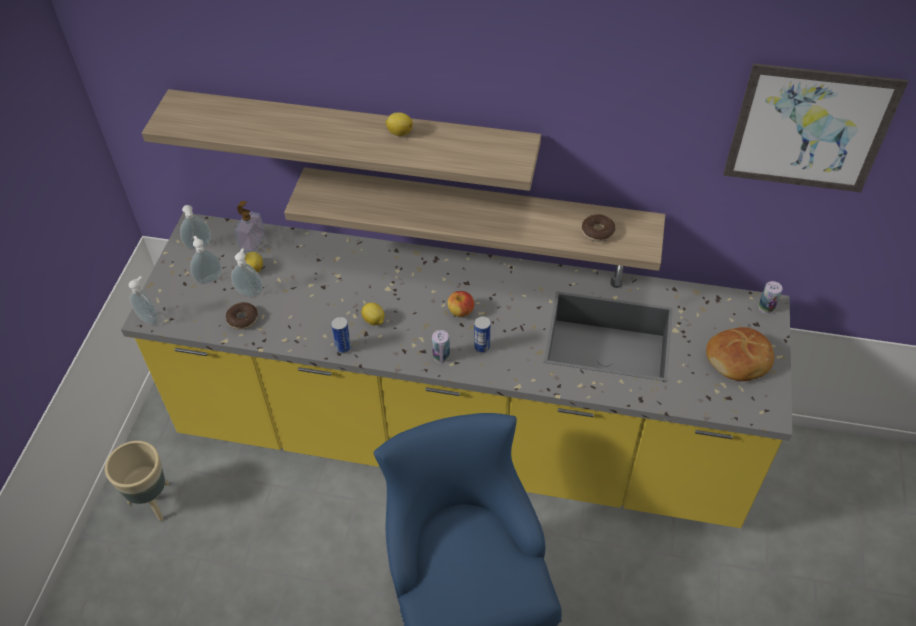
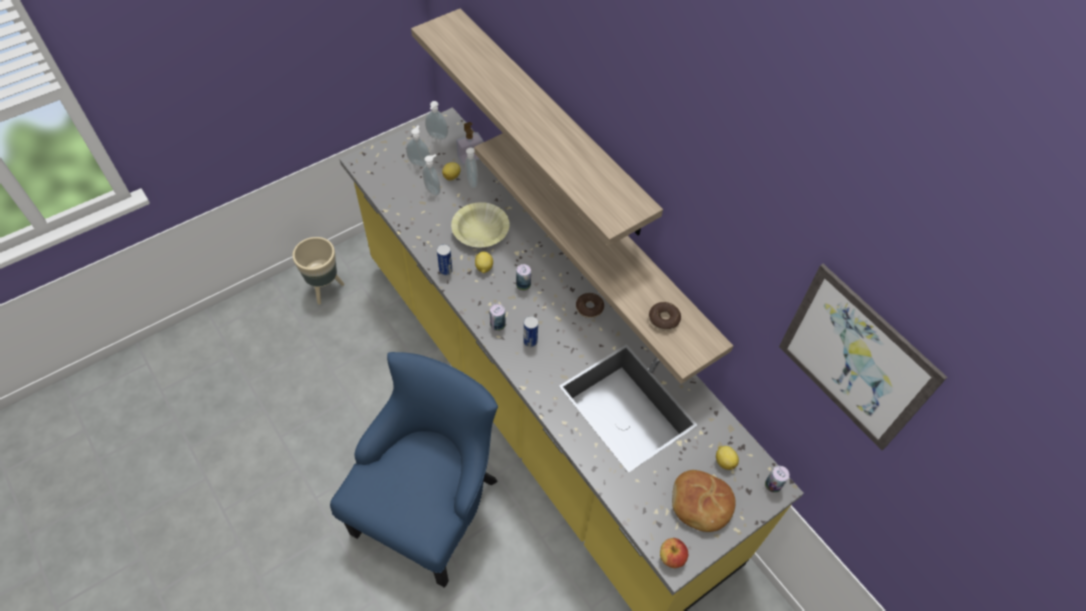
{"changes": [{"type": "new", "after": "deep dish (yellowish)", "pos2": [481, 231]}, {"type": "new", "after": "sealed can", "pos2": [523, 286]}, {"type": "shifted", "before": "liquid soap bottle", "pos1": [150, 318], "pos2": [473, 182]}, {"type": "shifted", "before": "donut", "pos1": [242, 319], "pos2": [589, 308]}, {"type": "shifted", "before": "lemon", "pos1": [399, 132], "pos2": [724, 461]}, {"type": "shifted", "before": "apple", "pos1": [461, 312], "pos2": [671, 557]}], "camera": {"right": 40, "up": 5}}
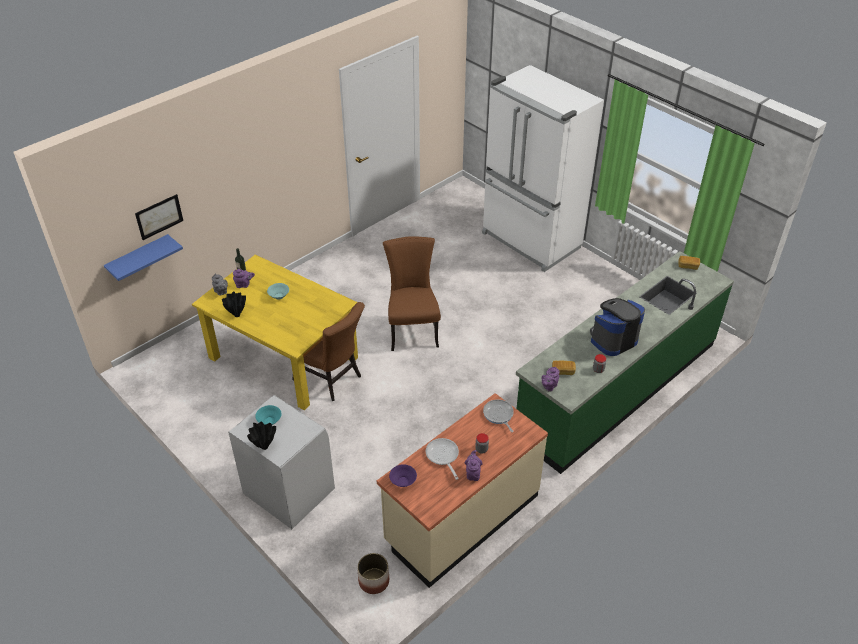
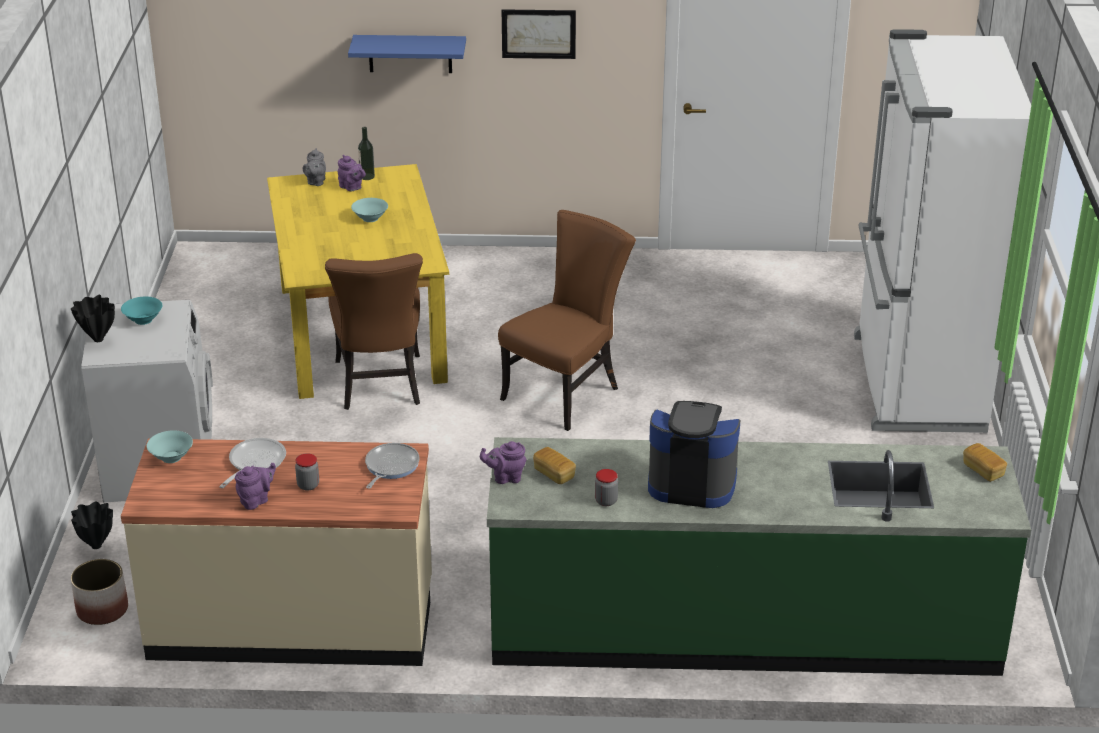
{"changes": [{"type": "shifted", "before": "bracket shelf (bluish)", "pos1": [139, 259], "pos2": [410, 53]}, {"type": "shifted", "before": "wall picture", "pos1": [159, 216], "pos2": [538, 33]}, {"type": "shifted", "before": "vase (black-coloured)", "pos1": [237, 315], "pos2": [97, 545]}, {"type": "repainted", "before": "deep dish (purplish)", "after": "deep dish (turquoise)", "pos1": [403, 482], "pos2": [171, 457]}], "camera": {"right": 45, "up": -10}}
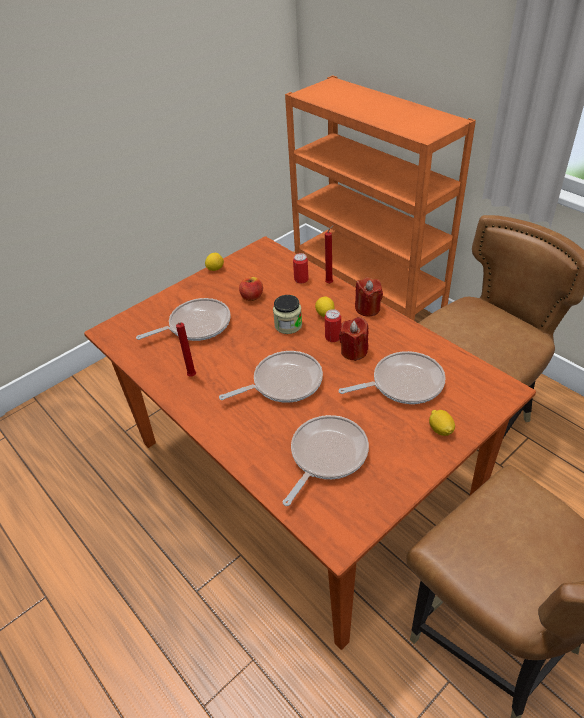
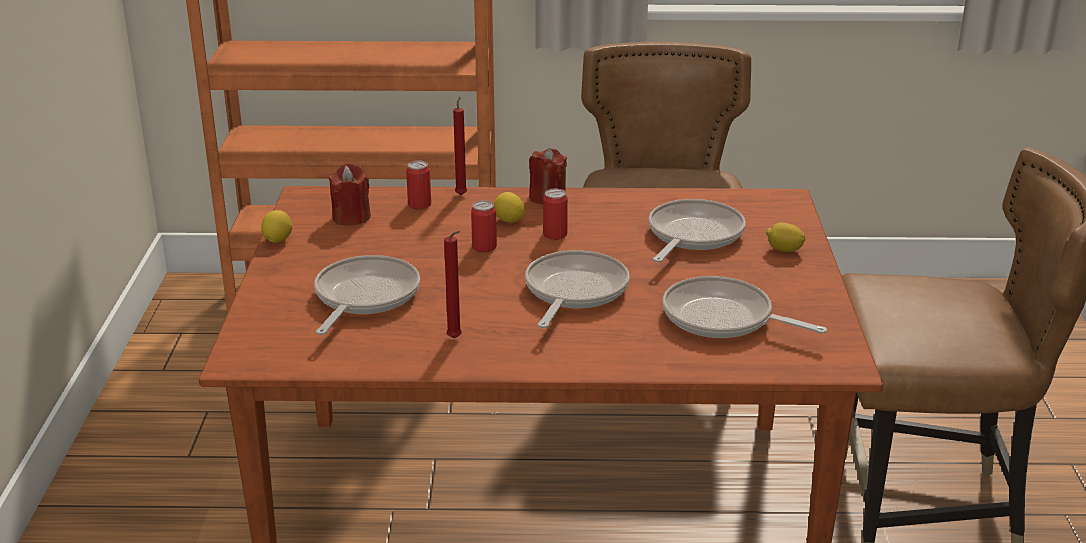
{"changes": [{"type": "gone", "before": "apple", "pos1": [252, 297]}, {"type": "shifted", "before": "wax candle (red)", "pos1": [354, 351], "pos2": [351, 217]}, {"type": "swapped", "before": "preserve jar", "after": "sealed can", "pos1": [288, 325], "pos2": [484, 247]}, {"type": "rotated", "before": "frying pan", "pos1": [326, 456], "pos2": [723, 318], "turn": -45}], "camera": {"right": -50, "up": -15}}
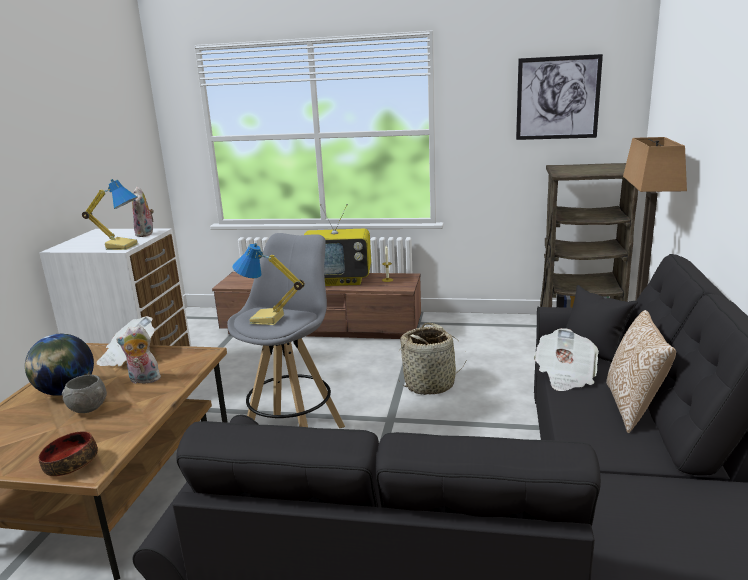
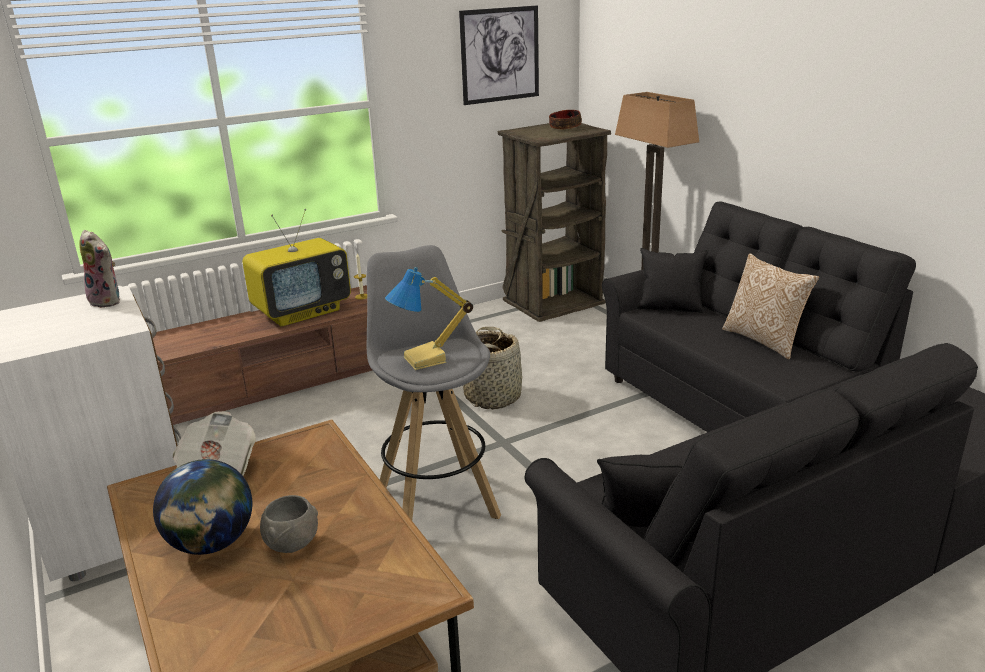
{"changes": [{"type": "gone", "before": "table lamp", "pos1": [122, 246]}, {"type": "gone", "before": "plush toy", "pos1": [143, 380]}, {"type": "gone", "before": "daily paper", "pos1": [565, 376]}, {"type": "shifted", "before": "deep dish", "pos1": [71, 463], "pos2": [564, 127]}], "camera": {"right": -40, "up": 5}}
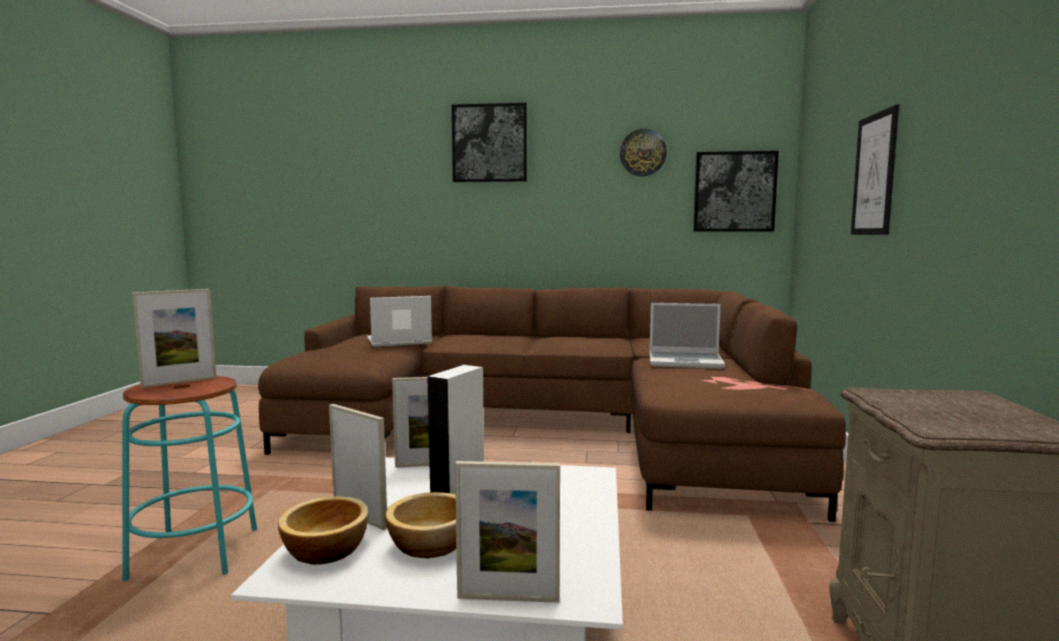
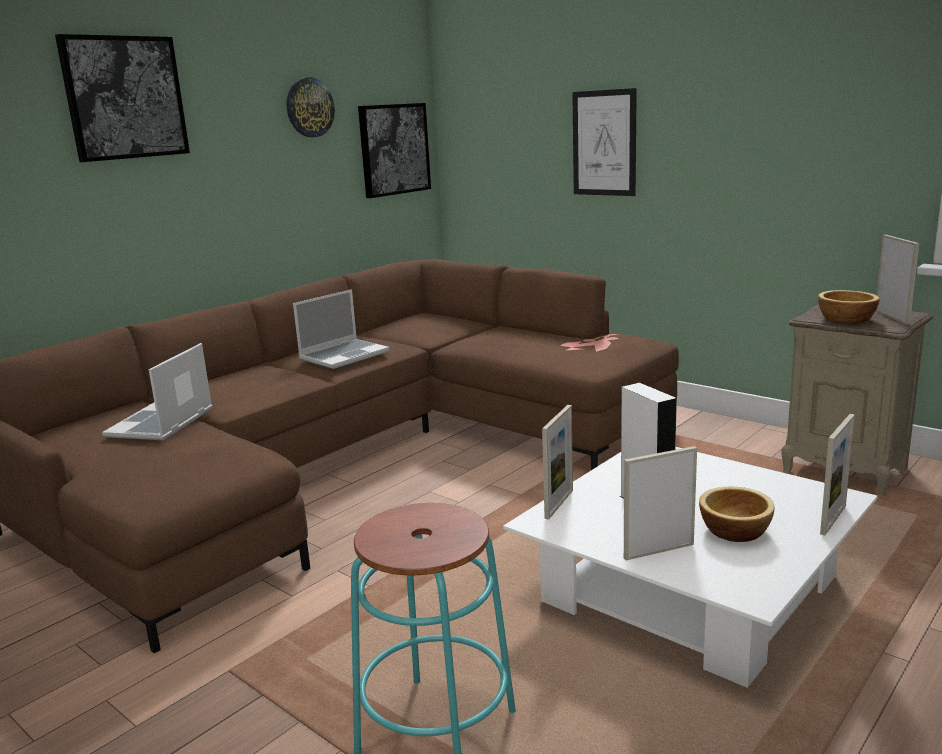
{"changes": [{"type": "shifted", "before": "picture frame", "pos1": [179, 382], "pos2": [891, 317]}, {"type": "shifted", "before": "deep dish", "pos1": [325, 549], "pos2": [845, 319]}, {"type": "shifted", "before": "portable computer", "pos1": [686, 362], "pos2": [344, 355]}], "camera": {"right": -55, "up": 10}}
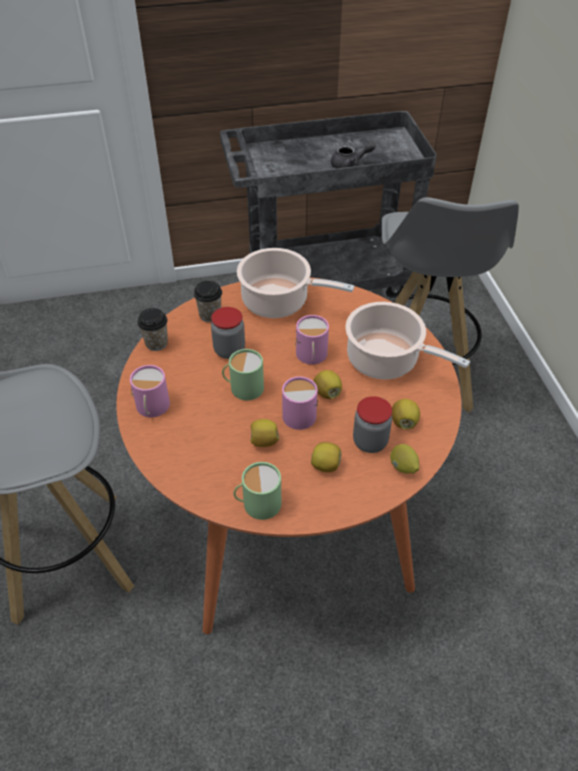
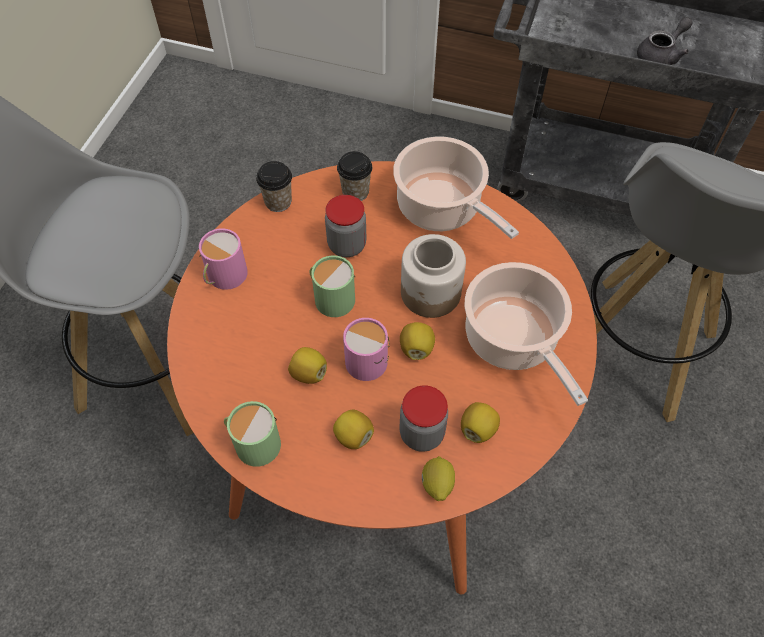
{"changes": [{"type": "swapped", "before": "coffee mug (pinkish)", "after": "preserve jar", "pos1": [311, 356], "pos2": [431, 293]}, {"type": "rotated", "before": "pot for tea (greyish)", "pos1": [350, 165], "pos2": [661, 56], "turn": -60}], "camera": {"right": 30, "up": 10}}
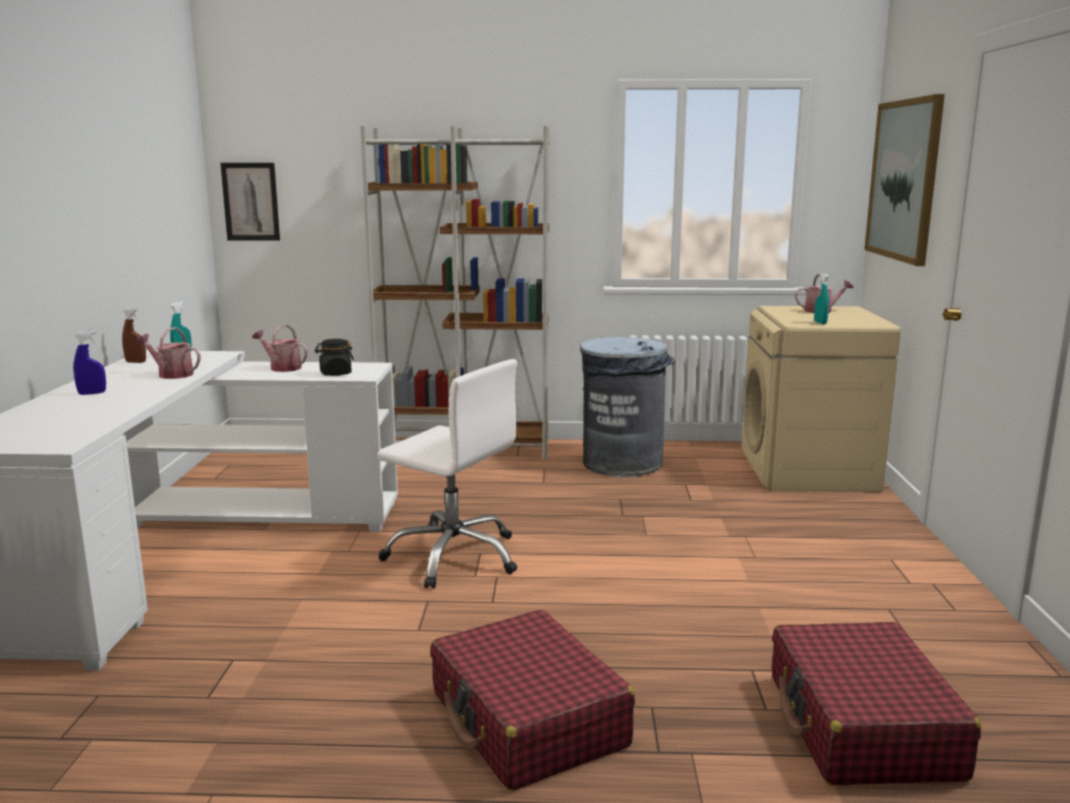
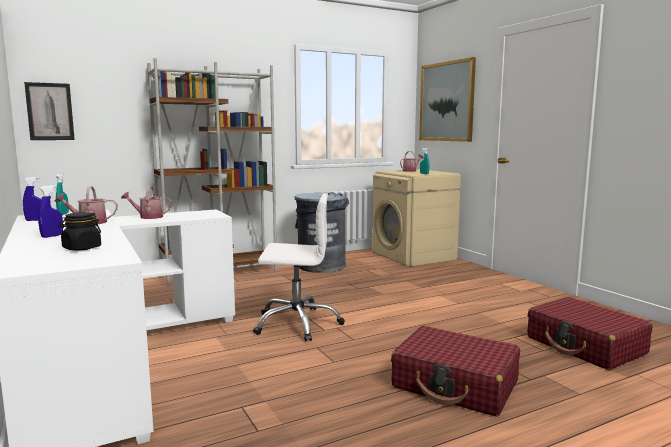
{"changes": [{"type": "shifted", "before": "preserve jar (black-coloured)", "pos1": [335, 373], "pos2": [81, 248]}, {"type": "repainted", "before": "sprayer (brown-coloured)", "after": "sprayer (bluish)", "pos1": [136, 362], "pos2": [35, 220]}], "camera": {"right": -30, "up": -5}}
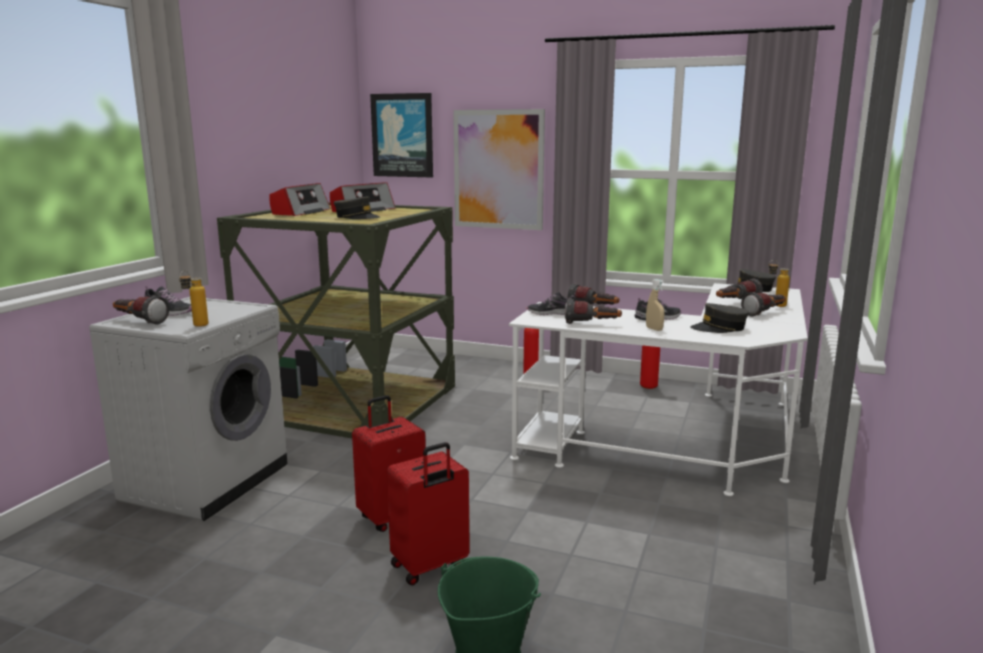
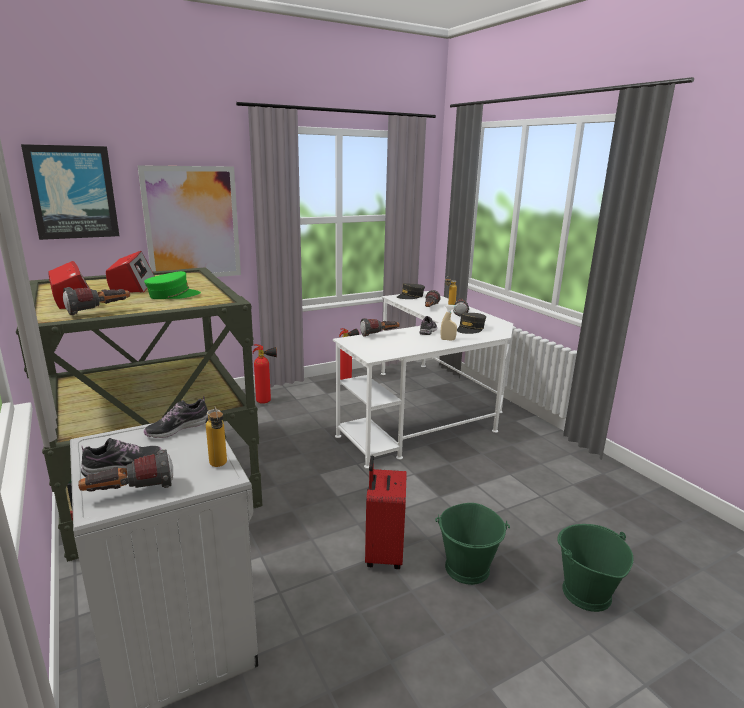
{"changes": [{"type": "shifted", "before": "shoe", "pos1": [552, 313], "pos2": [178, 428]}, {"type": "shifted", "before": "flashlight", "pos1": [592, 324], "pos2": [99, 311]}, {"type": "swapped", "before": "suitcase (red)", "after": "pail (greenish)", "pos1": [430, 566], "pos2": [468, 568]}, {"type": "repainted", "before": "cap (greyish)", "after": "cap (greenish)", "pos1": [357, 217], "pos2": [173, 295]}], "camera": {"right": -50, "up": 5}}
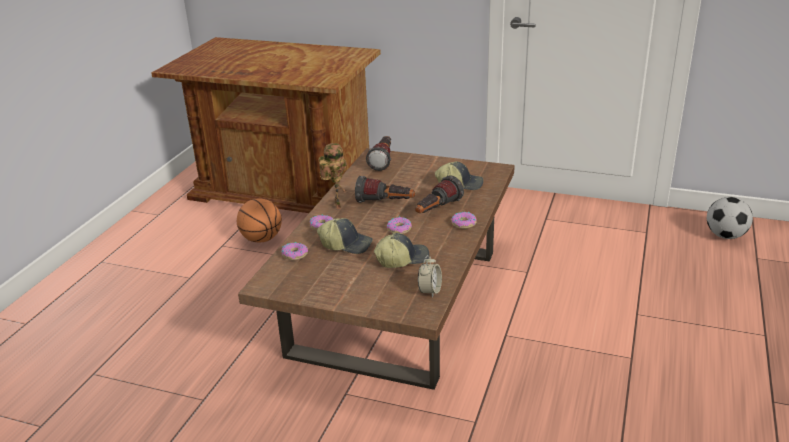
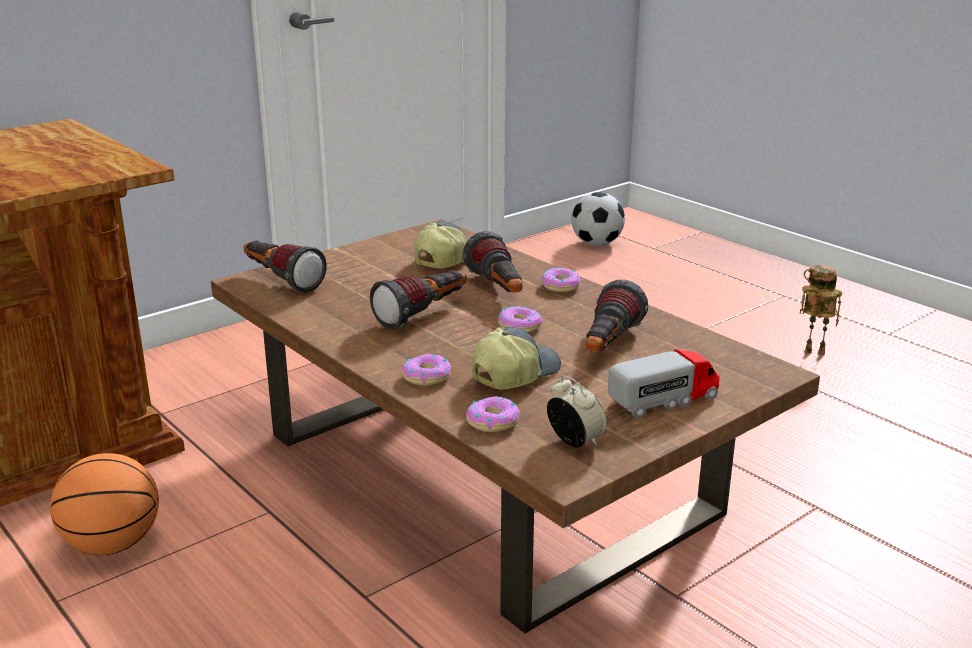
{"changes": [{"type": "new", "after": "toy truck", "pos2": [665, 399]}, {"type": "shifted", "before": "model robot", "pos1": [336, 205], "pos2": [812, 353]}, {"type": "shifted", "before": "table clock", "pos1": [430, 291], "pos2": [575, 441]}, {"type": "swapped", "before": "cap", "after": "flashlight", "pos1": [401, 259], "pos2": [608, 347]}], "camera": {"right": -60, "up": -5}}
